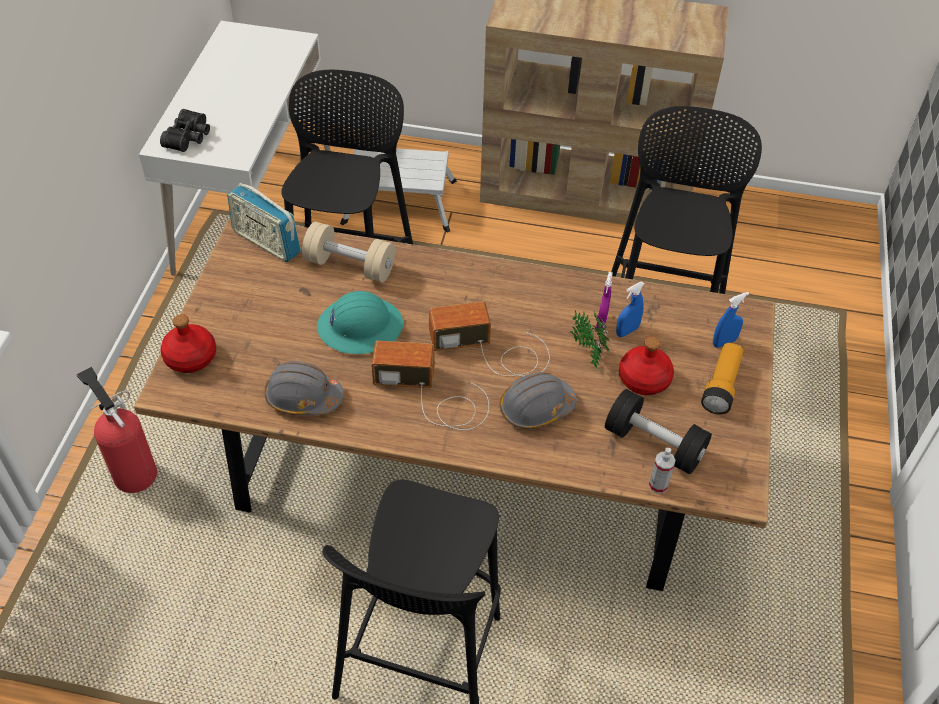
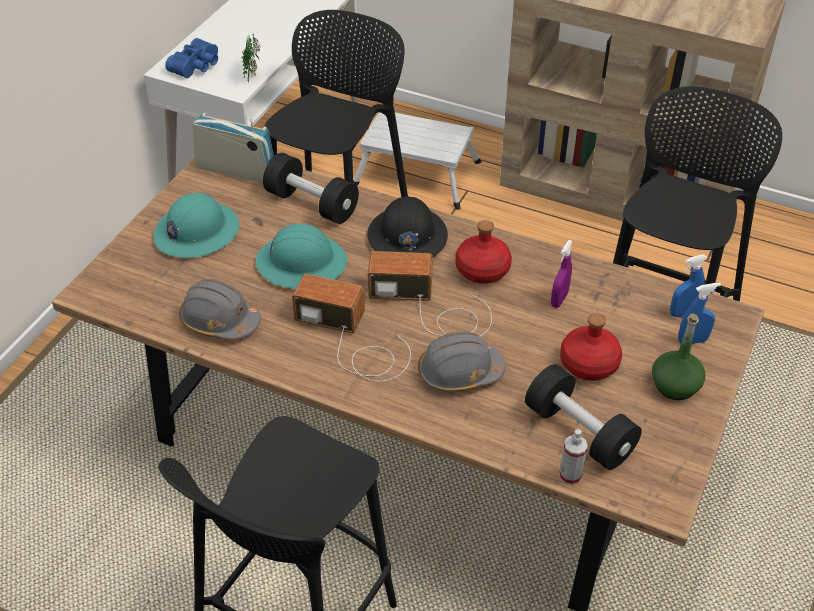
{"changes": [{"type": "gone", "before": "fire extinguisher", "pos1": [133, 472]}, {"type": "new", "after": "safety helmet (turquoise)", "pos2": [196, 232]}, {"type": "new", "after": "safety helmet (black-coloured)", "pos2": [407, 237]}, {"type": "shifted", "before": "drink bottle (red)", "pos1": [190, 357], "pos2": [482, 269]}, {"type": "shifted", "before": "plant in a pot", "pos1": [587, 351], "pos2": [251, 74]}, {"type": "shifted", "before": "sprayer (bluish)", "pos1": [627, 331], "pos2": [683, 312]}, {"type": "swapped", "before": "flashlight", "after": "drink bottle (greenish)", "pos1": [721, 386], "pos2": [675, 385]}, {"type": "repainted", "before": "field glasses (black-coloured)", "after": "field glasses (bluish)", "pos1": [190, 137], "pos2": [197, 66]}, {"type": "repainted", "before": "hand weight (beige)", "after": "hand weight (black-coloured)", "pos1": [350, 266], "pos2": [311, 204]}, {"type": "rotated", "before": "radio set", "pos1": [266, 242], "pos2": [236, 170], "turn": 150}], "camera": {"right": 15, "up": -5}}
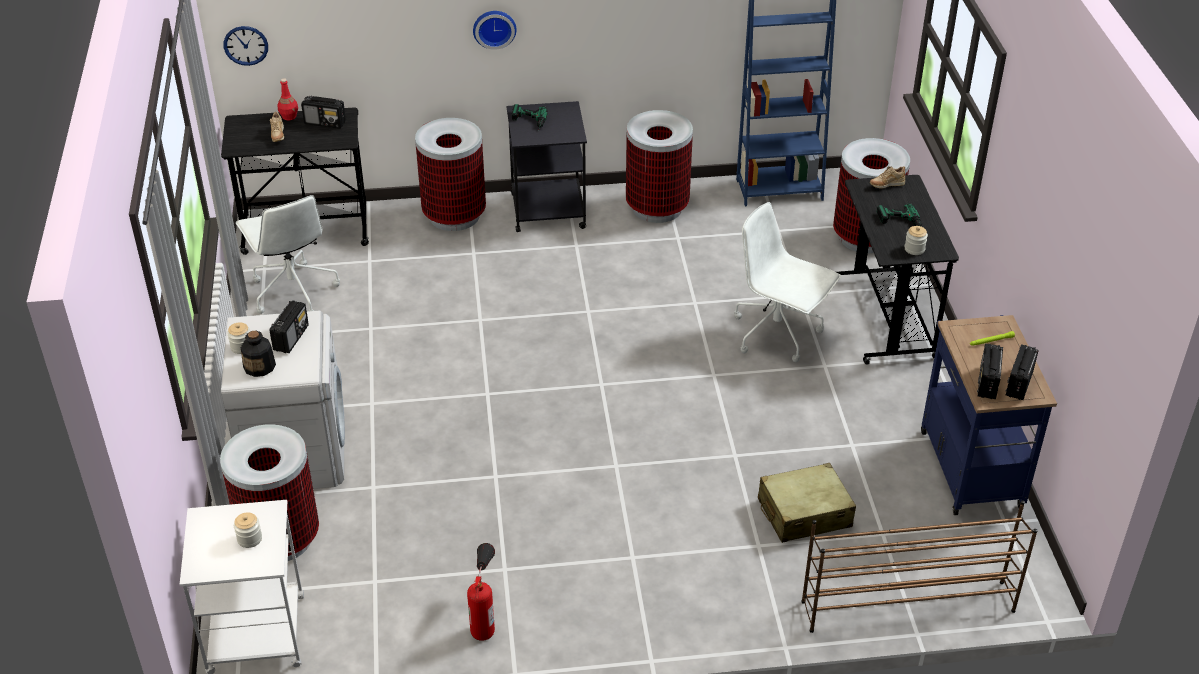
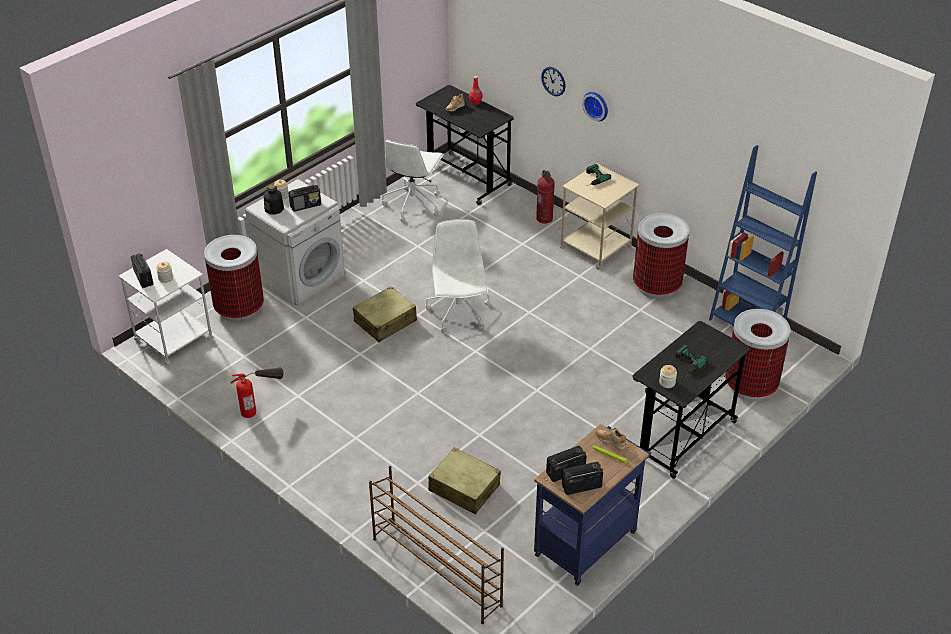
{"changes": [{"type": "new", "after": "suitcase (beige)", "pos2": [385, 321]}, {"type": "shifted", "before": "clock on the wall", "pos1": [246, 45], "pos2": [553, 81]}, {"type": "shifted", "before": "radio set", "pos1": [325, 123], "pos2": [143, 278]}, {"type": "shifted", "before": "desk chair (whitish)", "pos1": [780, 335], "pos2": [459, 315]}, {"type": "shifted", "before": "shoe (beige)", "pos1": [886, 185], "pos2": [610, 441]}, {"type": "swapped", "before": "trash can", "after": "fire extinguisher", "pos1": [454, 215], "pos2": [544, 218]}, {"type": "repainted", "before": "trolley (black-coloured)", "after": "trolley (beige)", "pos1": [549, 210], "pos2": [596, 248]}], "camera": {"right": 50, "up": 0}}
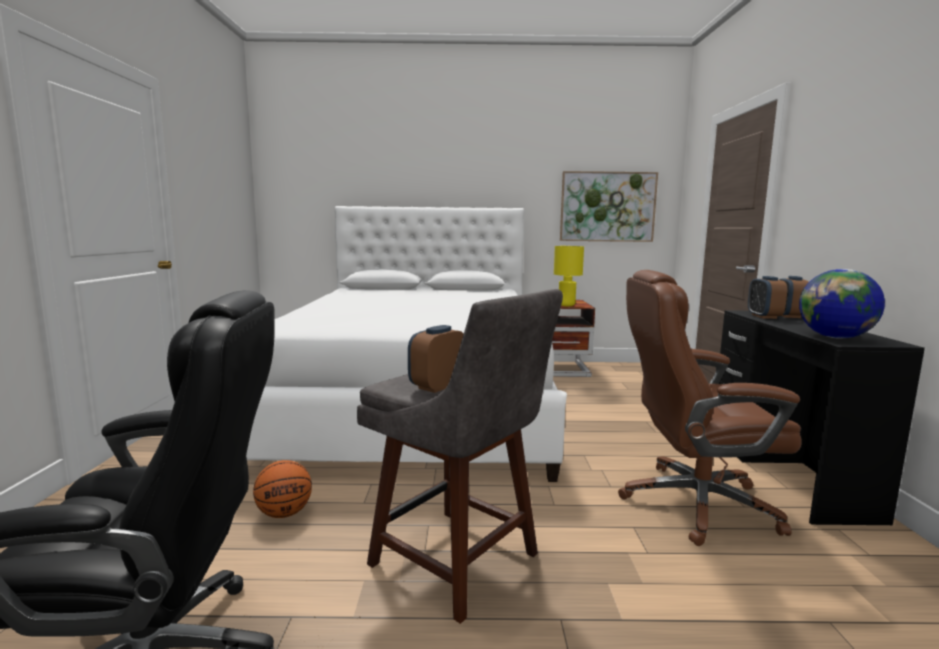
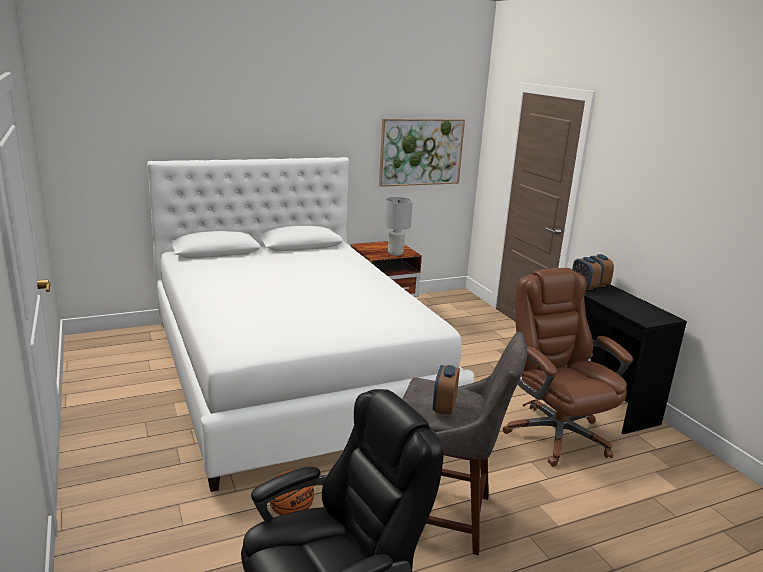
{"changes": [{"type": "gone", "before": "world globe", "pos1": [835, 337]}, {"type": "repainted", "before": "table lamp (yellowish)", "after": "table lamp (greyish)", "pos1": [566, 306], "pos2": [395, 254]}, {"type": "rotated", "before": "desk chair (brown-coloured)", "pos1": [694, 503], "pos2": [555, 434], "turn": 90}], "camera": {"right": -25, "up": 10}}
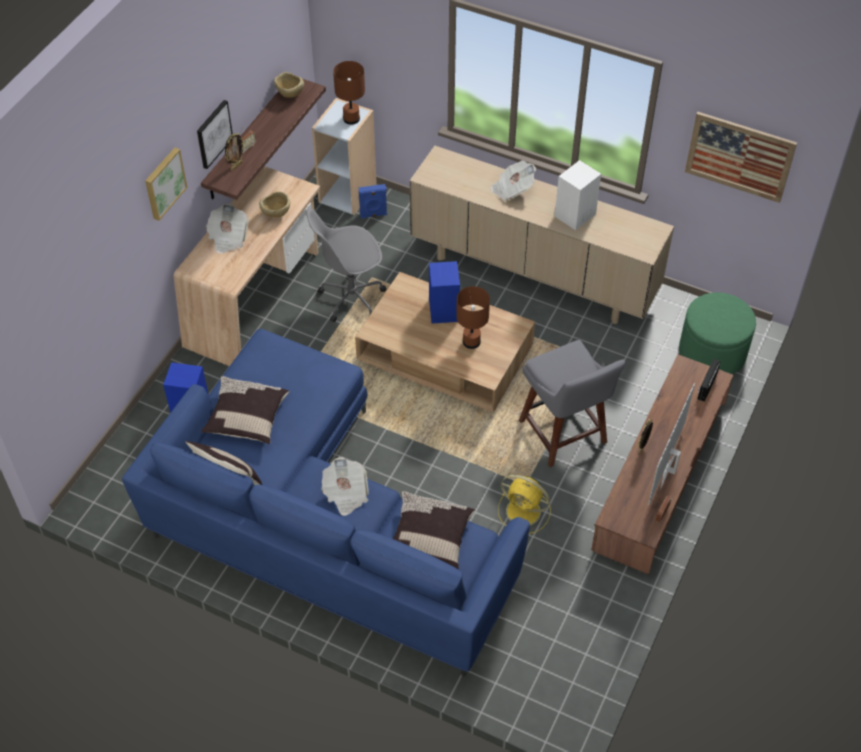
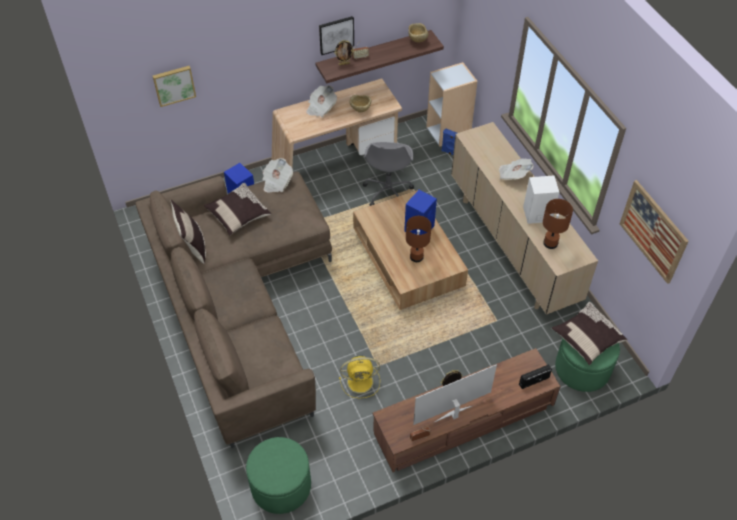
{"changes": [{"type": "gone", "before": "stool (greyish)", "pos1": [564, 435]}, {"type": "new", "after": "pouffe (greenish)", "pos2": [281, 486]}, {"type": "shifted", "before": "wall picture", "pos1": [164, 183], "pos2": [174, 85]}, {"type": "shifted", "before": "daily paper", "pos1": [346, 494], "pos2": [276, 182]}, {"type": "shifted", "before": "table lamp (brown-coloured)", "pos1": [351, 118], "pos2": [551, 243]}, {"type": "shifted", "before": "throw pillow", "pos1": [429, 537], "pos2": [587, 338]}, {"type": "repainted", "before": "sofa (bluish)", "after": "sofa (brown-coloured)", "pos1": [320, 528], "pos2": [241, 309]}, {"type": "rotated", "before": "desk chair (greyish)", "pos1": [350, 299], "pos2": [387, 193], "turn": -105}, {"type": "rotated", "before": "fan (yellowish)", "pos1": [525, 512], "pos2": [361, 381], "turn": -75}], "camera": {"right": 40, "up": 0}}
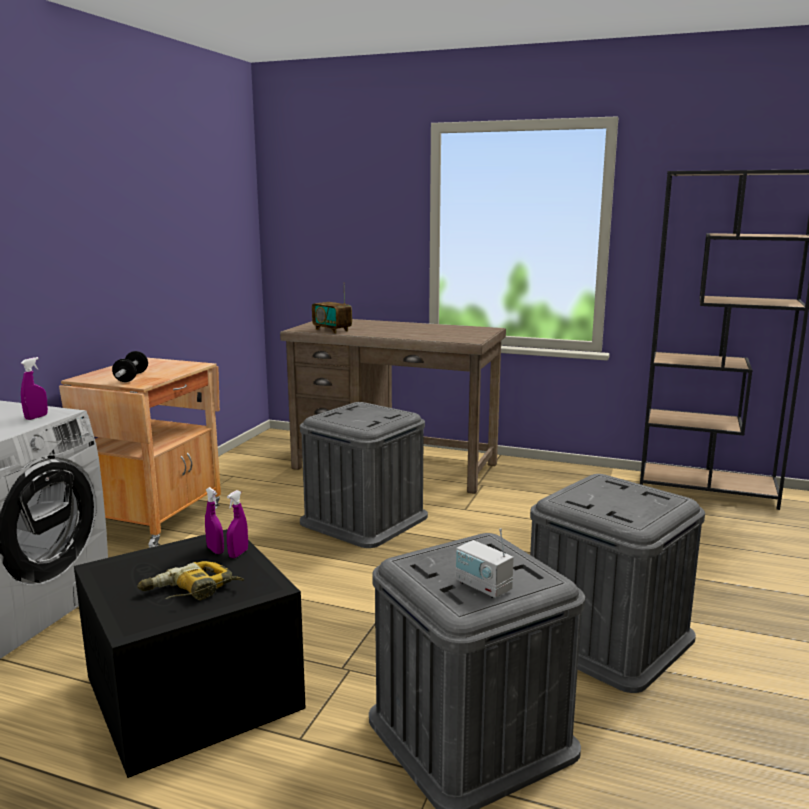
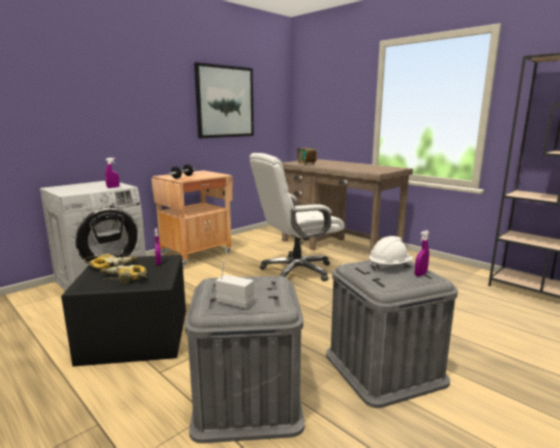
{"changes": [{"type": "new", "after": "drill", "pos2": [112, 264]}, {"type": "new", "after": "wall picture", "pos2": [225, 102]}, {"type": "new", "after": "safety helmet (whitish)", "pos2": [389, 266]}, {"type": "shifted", "before": "sprayer (purplish)", "pos1": [238, 554], "pos2": [420, 274]}, {"type": "swapped", "before": "storage box (greyish)", "after": "desk chair (whitish)", "pos1": [364, 519], "pos2": [296, 271]}, {"type": "rotated", "before": "radio set", "pos1": [483, 587], "pos2": [235, 302], "turn": 135}], "camera": {"right": 25, "up": 0}}
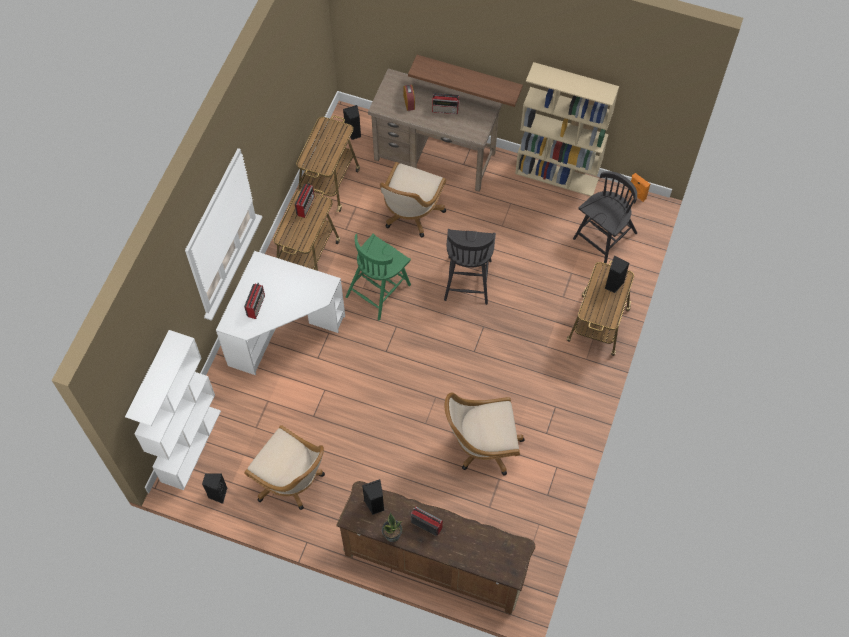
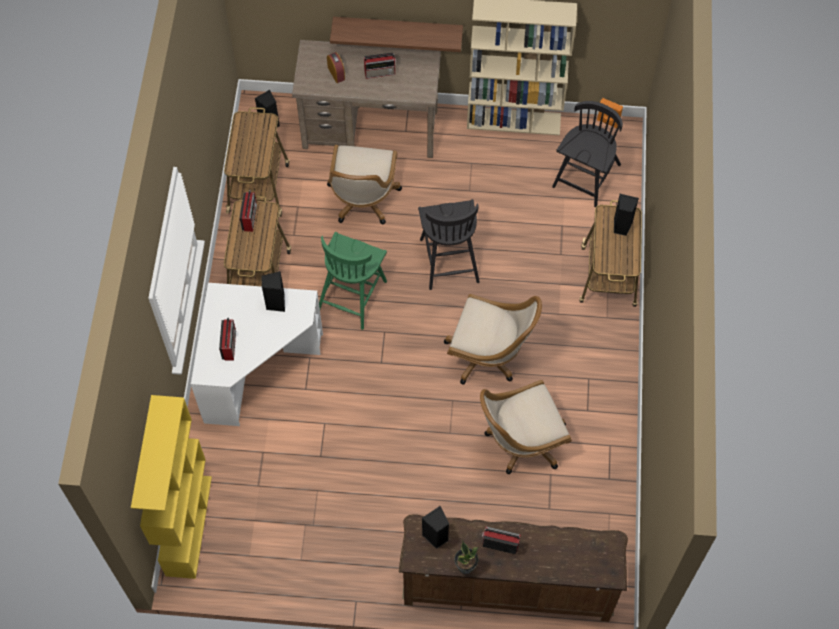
{"changes": [{"type": "shifted", "before": "loudspeaker (black-coloured)", "pos1": [217, 494], "pos2": [275, 303]}, {"type": "shifted", "before": "desk chair", "pos1": [292, 480], "pos2": [489, 354]}, {"type": "repainted", "before": "bookshelf (whitish)", "after": "bookshelf (yellowish)", "pos1": [190, 445], "pos2": [188, 525]}], "camera": {"right": -15, "up": 0}}
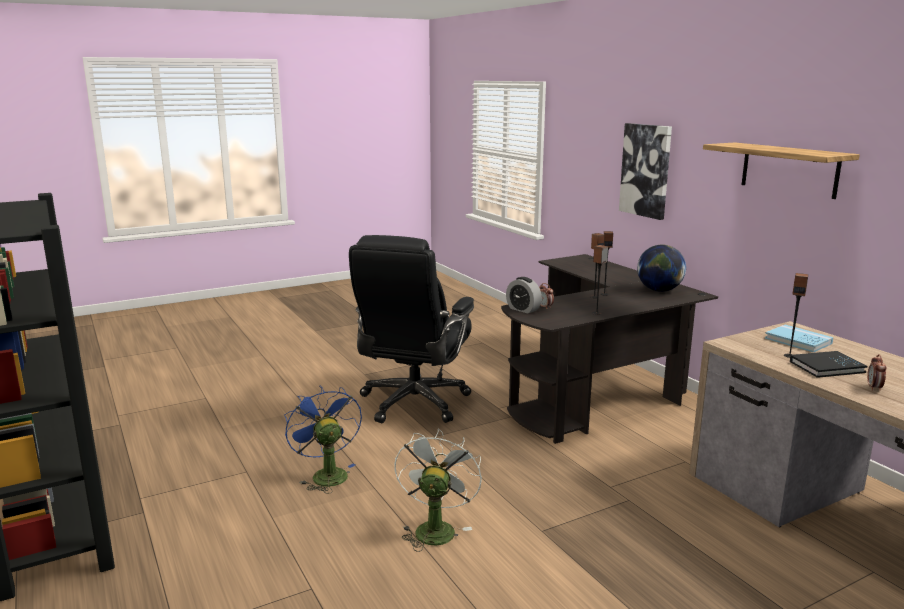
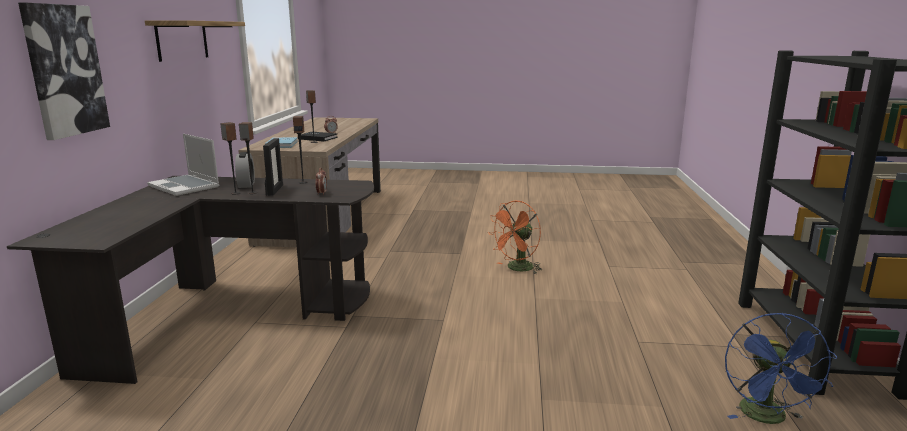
{"changes": [{"type": "gone", "before": "desk chair (black-coloured)", "pos1": [414, 402]}, {"type": "new", "after": "picture frame", "pos2": [274, 190]}, {"type": "shifted", "before": "fan (bluish)", "pos1": [326, 474], "pos2": [767, 418]}, {"type": "shifted", "before": "table clock", "pos1": [523, 309], "pos2": [246, 184]}, {"type": "swapped", "before": "world globe", "after": "portable computer", "pos1": [659, 290], "pos2": [185, 186]}, {"type": "repainted", "before": "fan (whitish)", "after": "fan (orangey)", "pos1": [435, 528], "pos2": [517, 269]}], "camera": {"right": -145, "up": 0}}
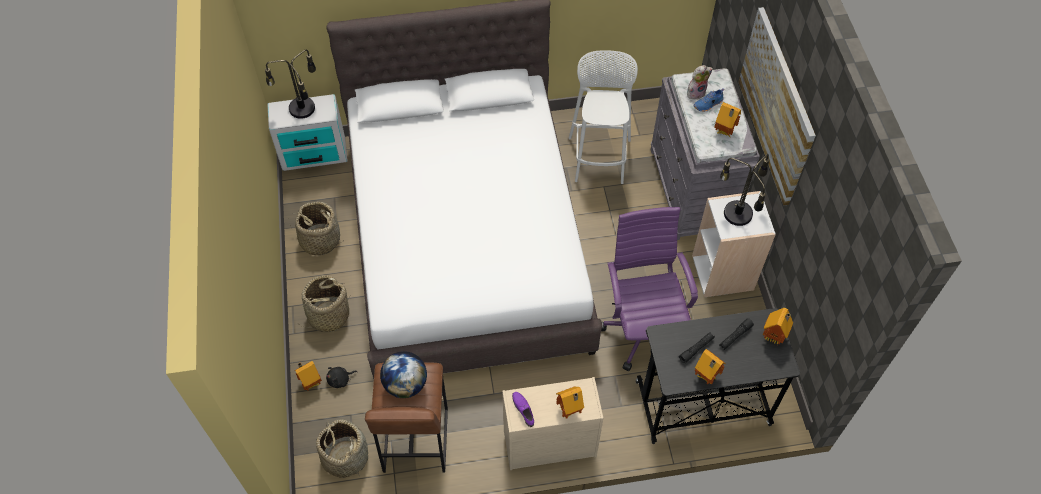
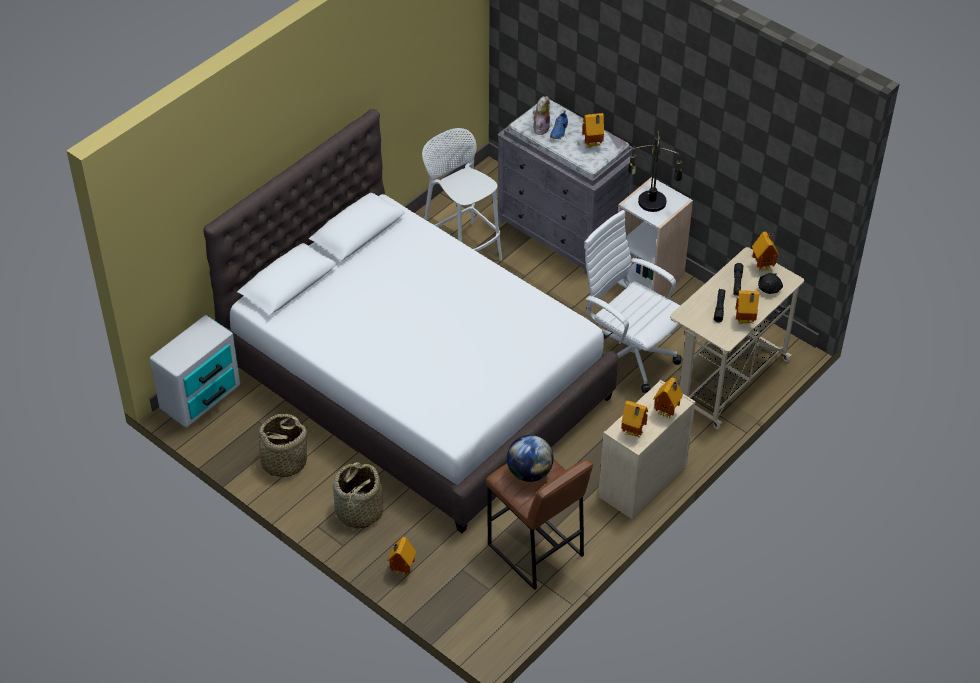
{"changes": [{"type": "gone", "before": "table lamp", "pos1": [302, 109]}, {"type": "gone", "before": "household basket", "pos1": [345, 457]}, {"type": "gone", "before": "wall picture", "pos1": [776, 106]}, {"type": "shifted", "before": "plush toy (black-coloured)", "pos1": [340, 380], "pos2": [770, 288]}, {"type": "swapped", "before": "shoe (purplish)", "after": "miniature house", "pos1": [524, 409], "pos2": [633, 433]}, {"type": "repainted", "before": "desk chair (purplish)", "after": "desk chair (whitish)", "pos1": [642, 329], "pos2": [629, 356]}, {"type": "repainted", "before": "desk (black-coloured)", "after": "desk (beige)", "pos1": [702, 403], "pos2": [726, 378]}], "camera": {"right": -40, "up": -10}}
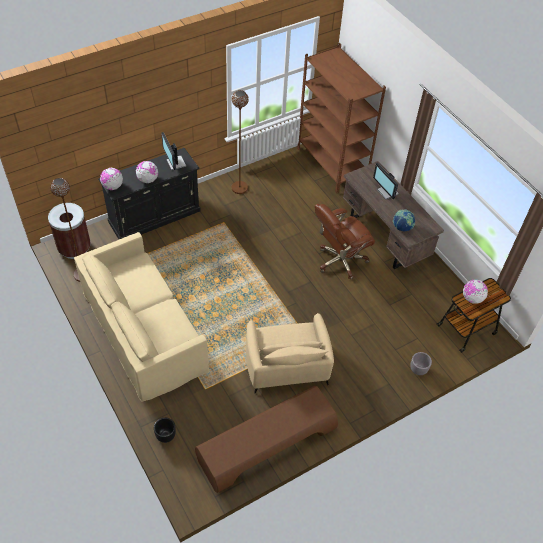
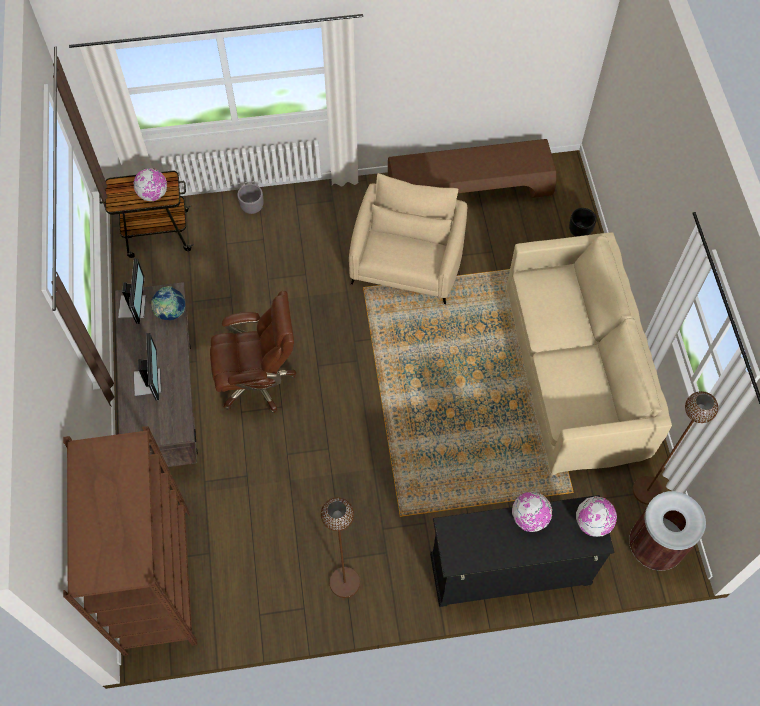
{"changes": [{"type": "shifted", "before": "computer screen", "pos1": [175, 163], "pos2": [134, 306]}], "camera": {"right": -155, "up": 10}}
